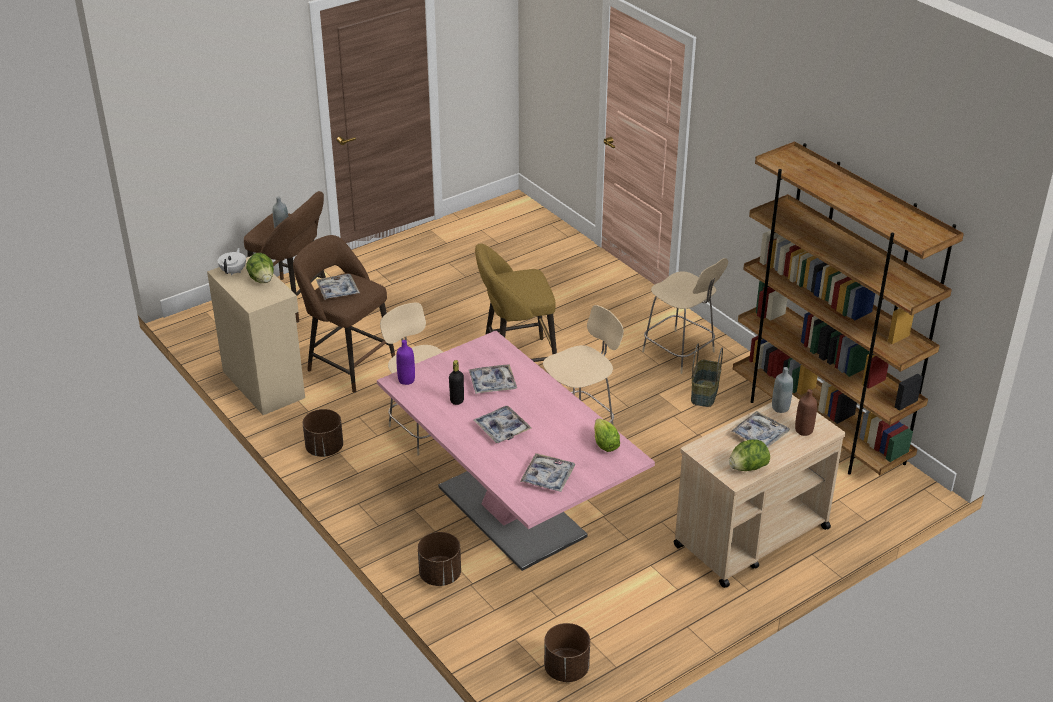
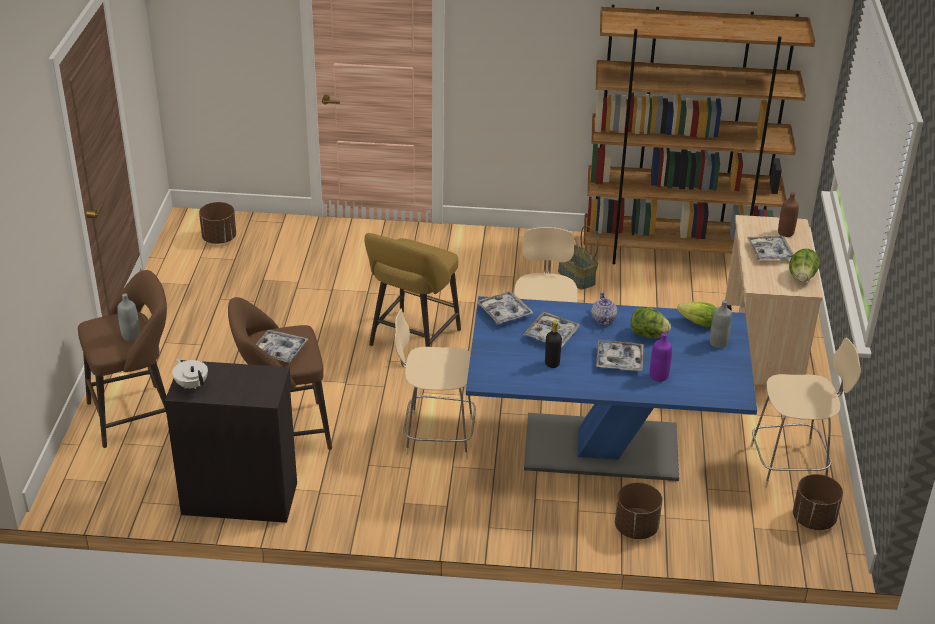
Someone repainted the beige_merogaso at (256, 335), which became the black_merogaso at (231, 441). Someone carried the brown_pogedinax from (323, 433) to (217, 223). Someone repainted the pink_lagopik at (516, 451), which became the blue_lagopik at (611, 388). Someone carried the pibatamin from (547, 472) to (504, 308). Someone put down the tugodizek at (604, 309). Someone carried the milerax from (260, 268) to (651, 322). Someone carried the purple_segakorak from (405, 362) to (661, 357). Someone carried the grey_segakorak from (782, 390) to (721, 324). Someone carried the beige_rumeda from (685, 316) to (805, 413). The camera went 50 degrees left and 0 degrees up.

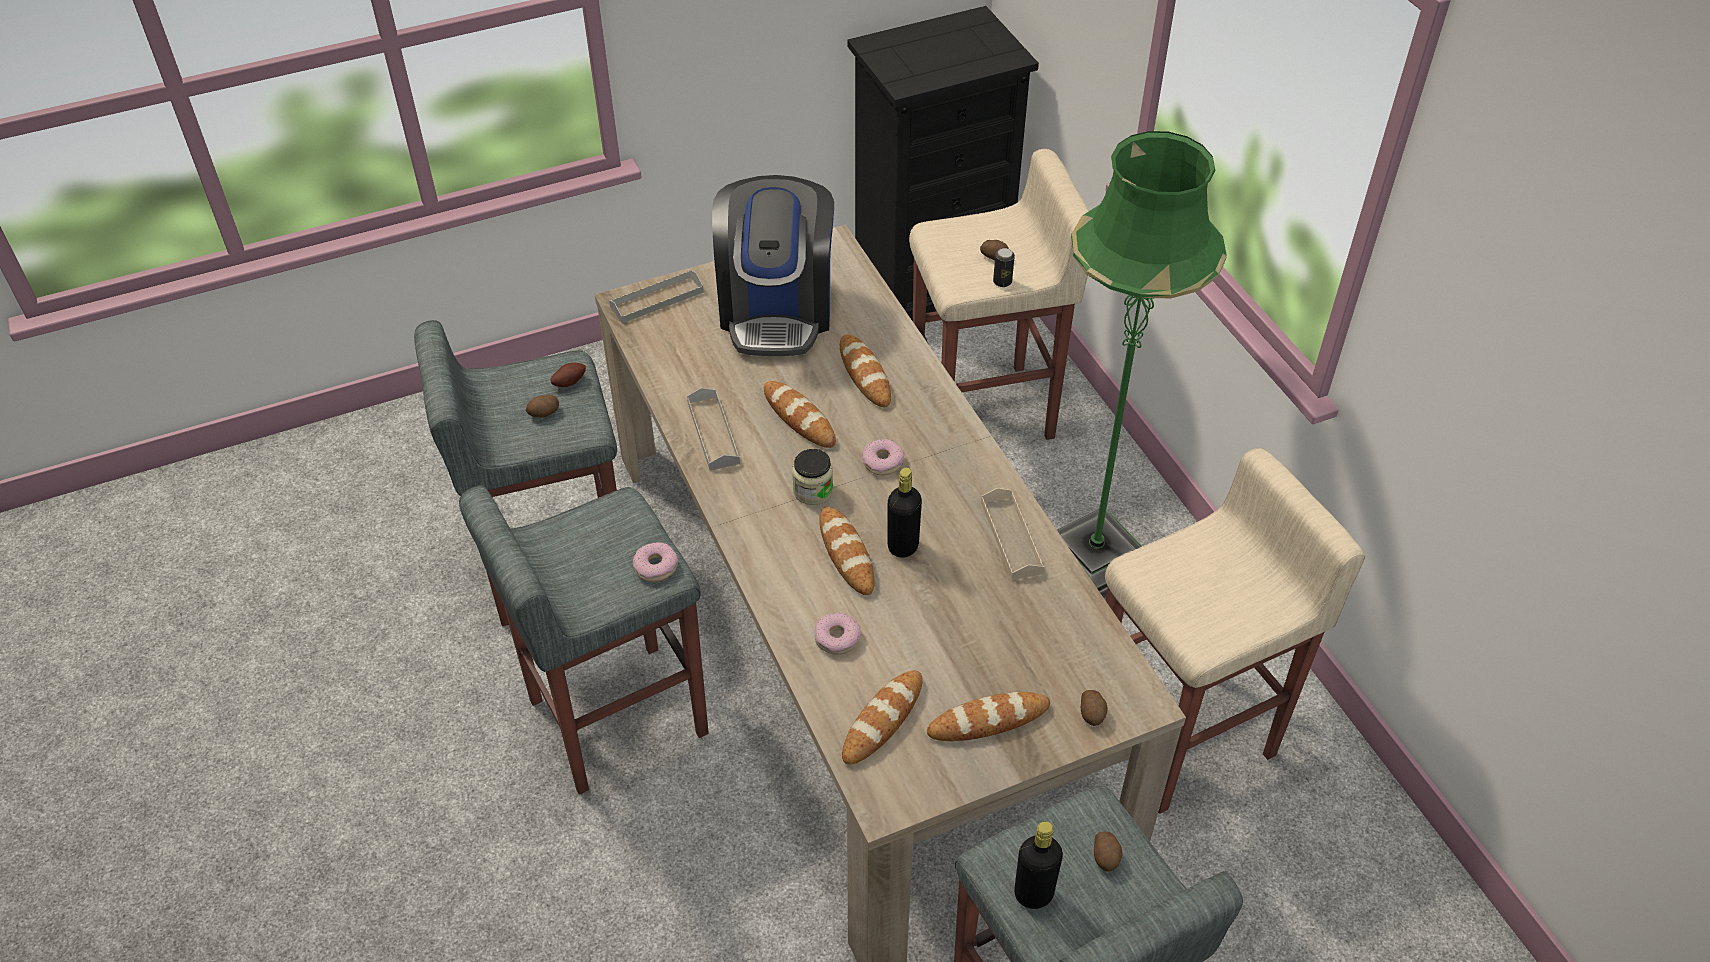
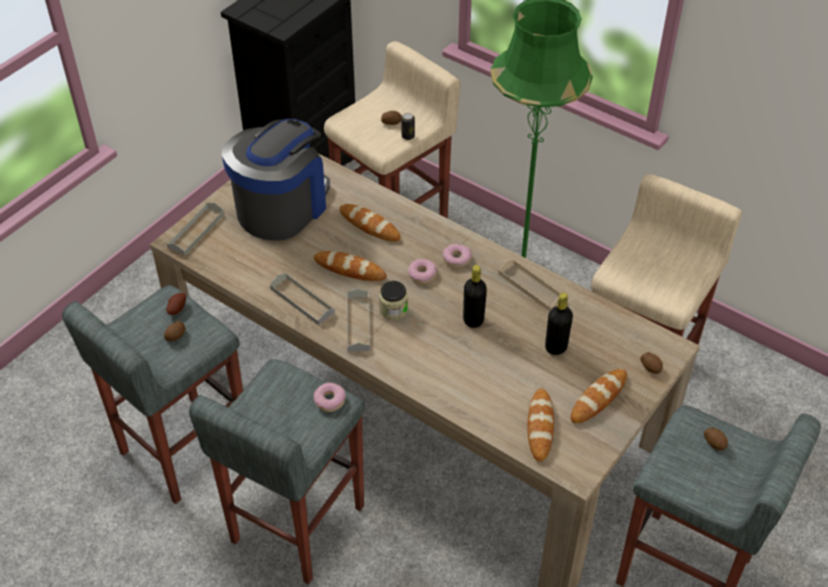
Someone rotated the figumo at (773, 265) by 120 degrees counterclockwise. Someone put down the grey_pibatamin at (358, 320). Someone carried the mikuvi from (838, 633) to (457, 256). Someone carried the black_segakorak from (1038, 865) to (559, 324). Someone took away the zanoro at (847, 551). The camera went 30 degrees left and 0 degrees up.

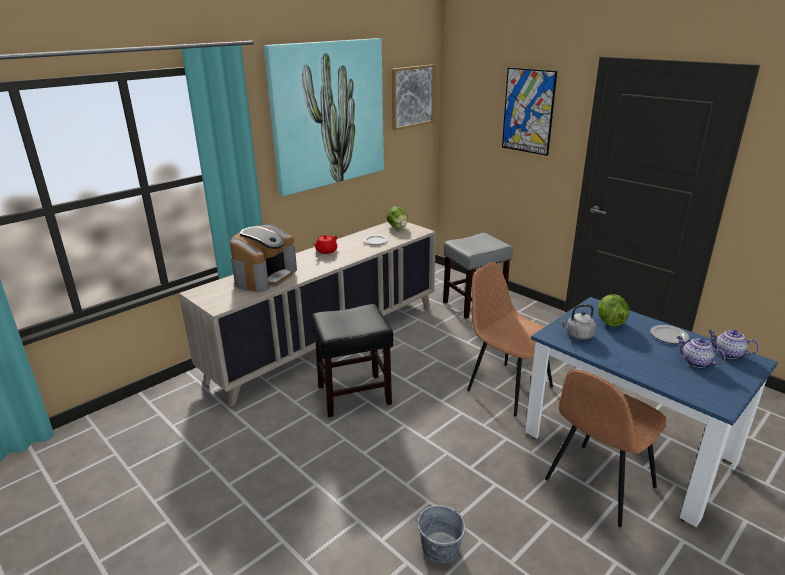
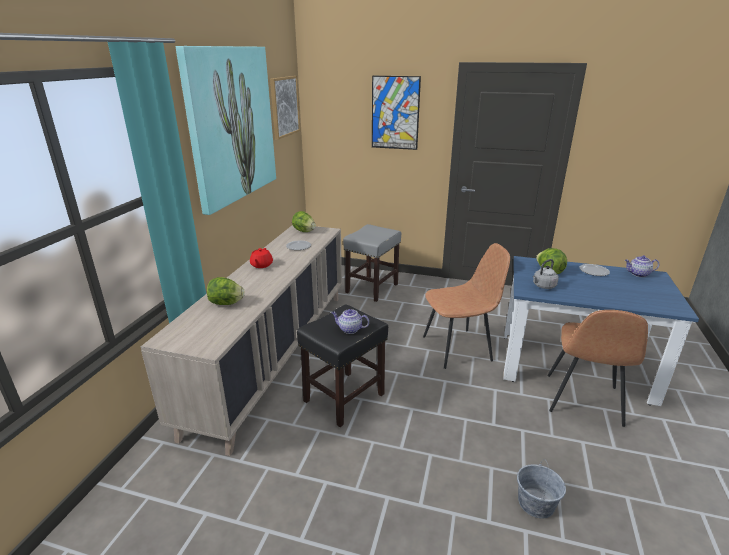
Someone swapped the figumo at (263, 258) for the milerax at (226, 291). Someone carried the tugodizek from (701, 352) to (350, 321). Someone rotated the brown_rumeda at (510, 339) by 150 degrees clockwise. The camera went 30 degrees left and 0 degrees up.

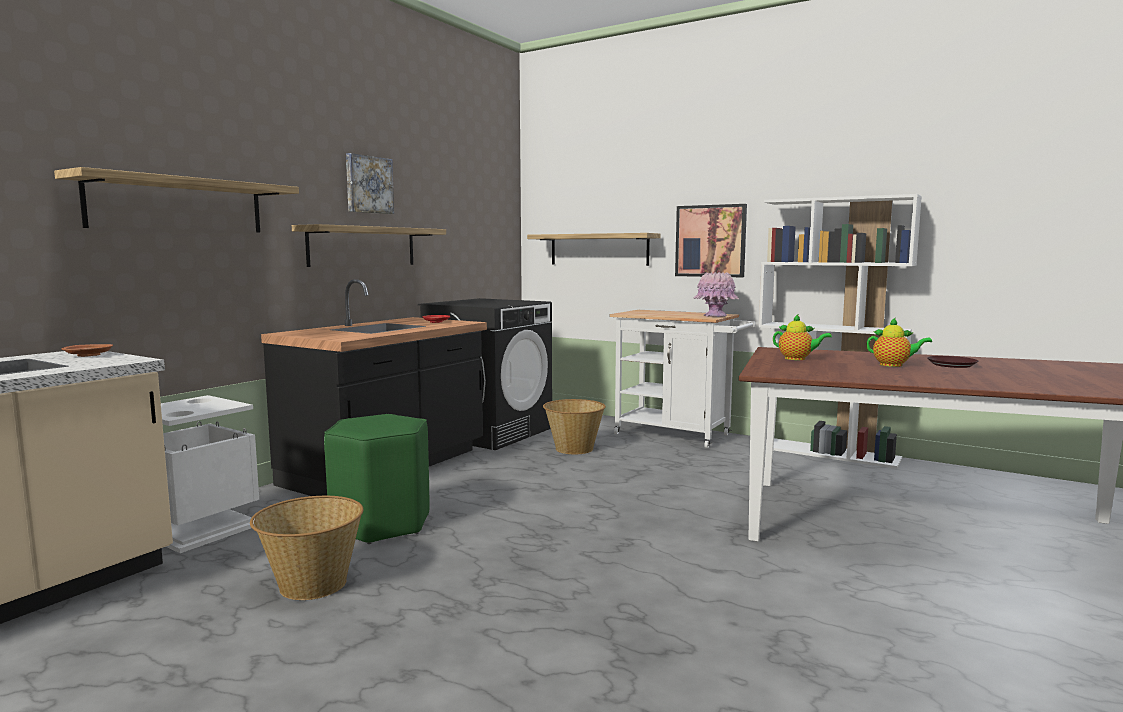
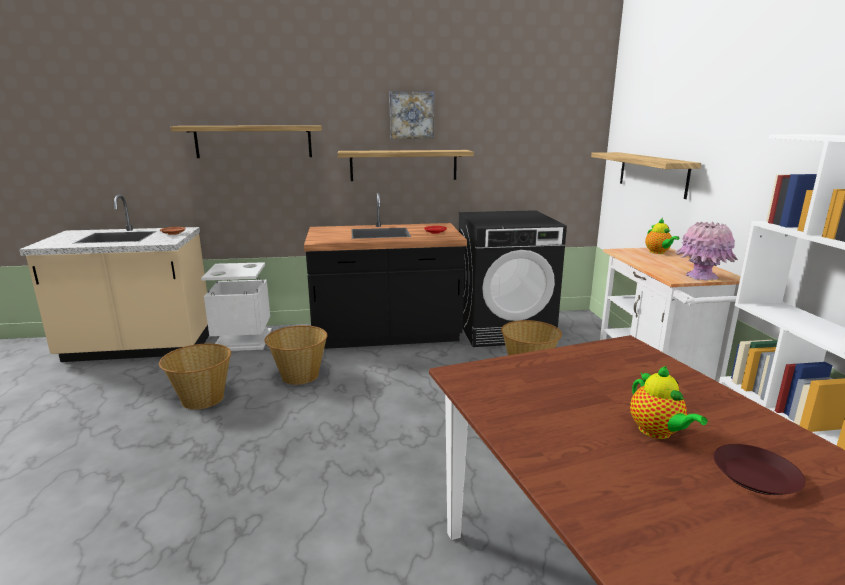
Someone swapped the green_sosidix at (377, 479) for the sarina at (296, 355). Someone carried the tugodizek from (802, 337) to (662, 236). Someone took away the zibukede at (711, 240). The camera went 50 degrees right and 10 degrees up.

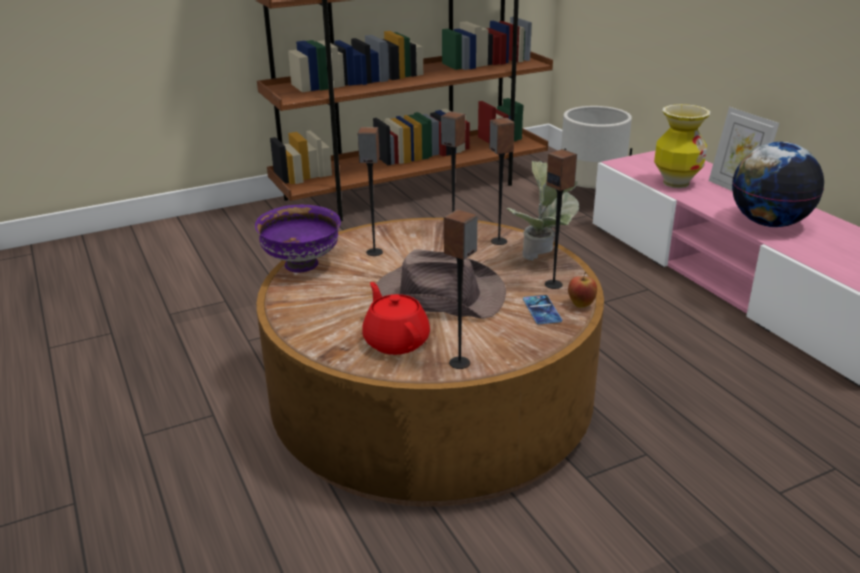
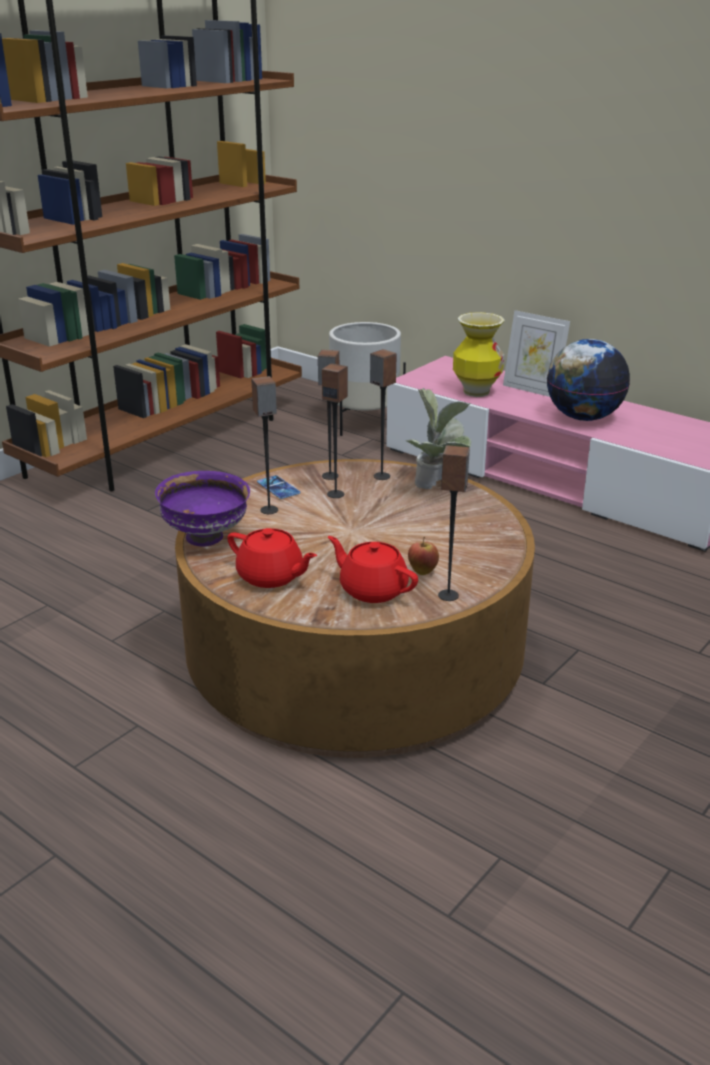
Someone put down the red_tugodizek at (272, 558). Someone carried the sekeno from (542, 309) to (278, 487). Someone carried the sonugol from (561, 219) to (335, 430). Someone carried the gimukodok from (582, 290) to (423, 556). Someone took away the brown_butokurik at (441, 284). The camera went 25 degrees left and 0 degrees up.

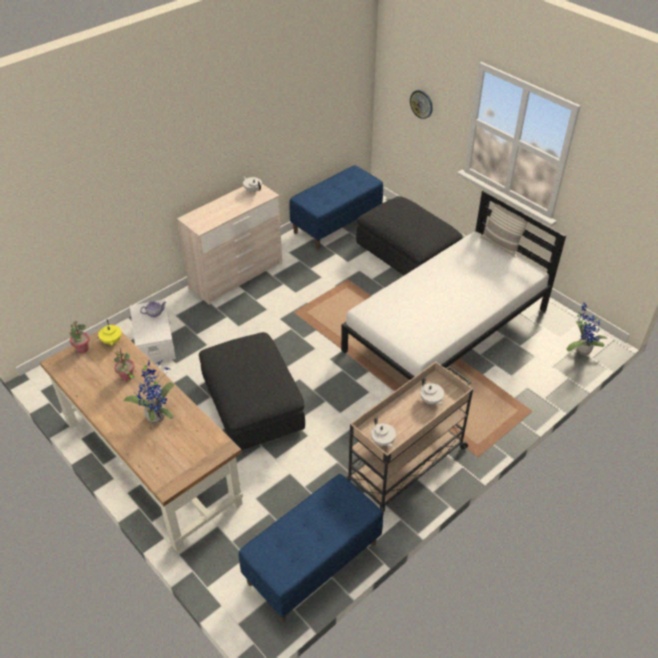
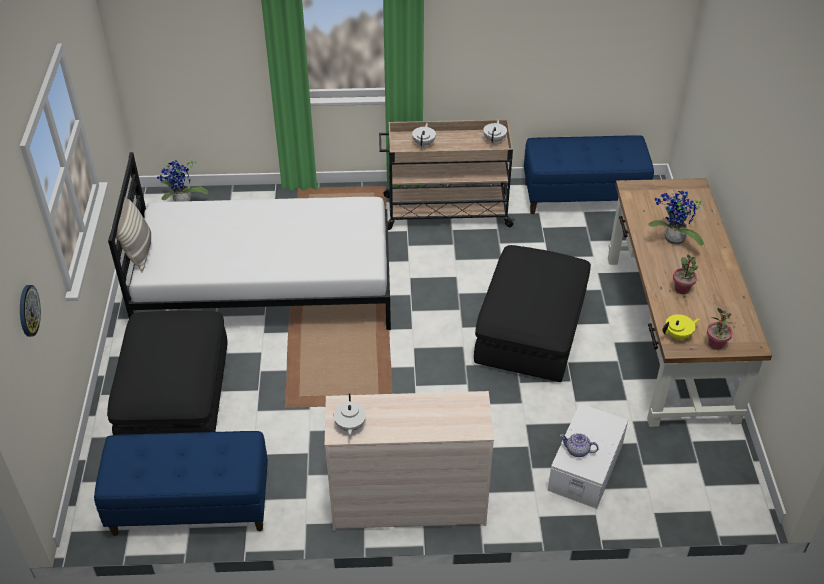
Someone rotated the yellow_tugodizek at (110, 332) by 45 degrees clockwise. The camera went 140 degrees left and 0 degrees up.

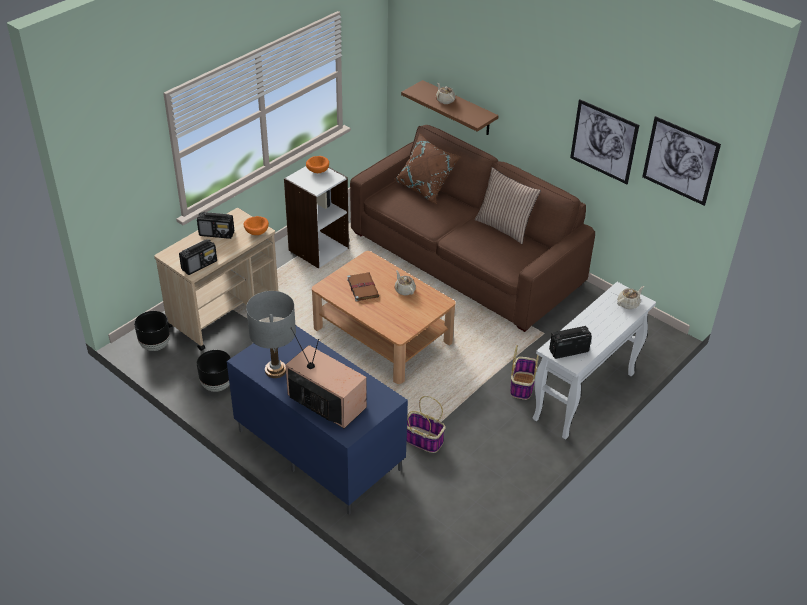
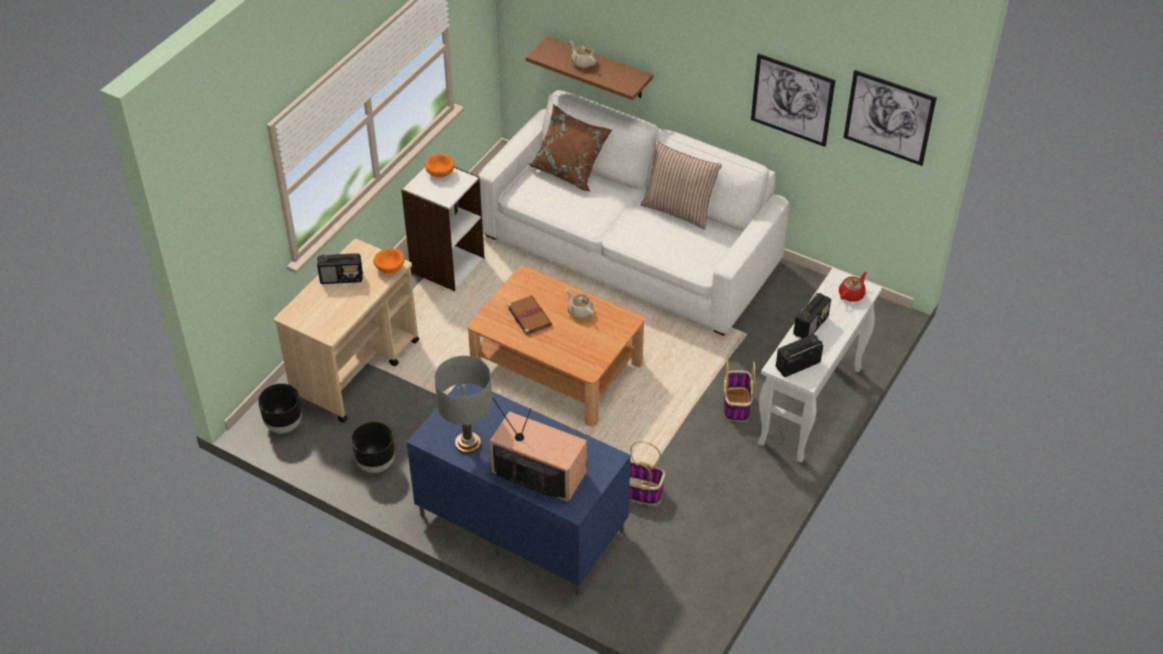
Someone repainted the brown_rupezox at (472, 228), which became the white_rupezox at (633, 213). Someone carried the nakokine from (198, 257) to (812, 315). Someone repainted the beige_tugodizek at (630, 297), which became the red_tugodizek at (853, 286). The camera went 10 degrees left and 5 degrees up.

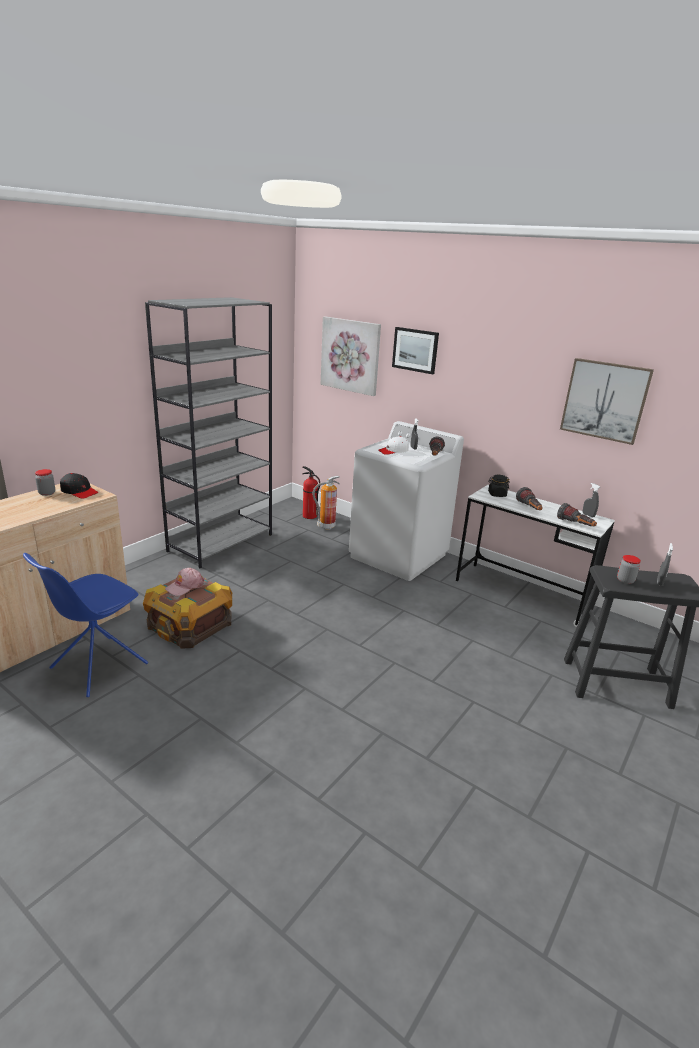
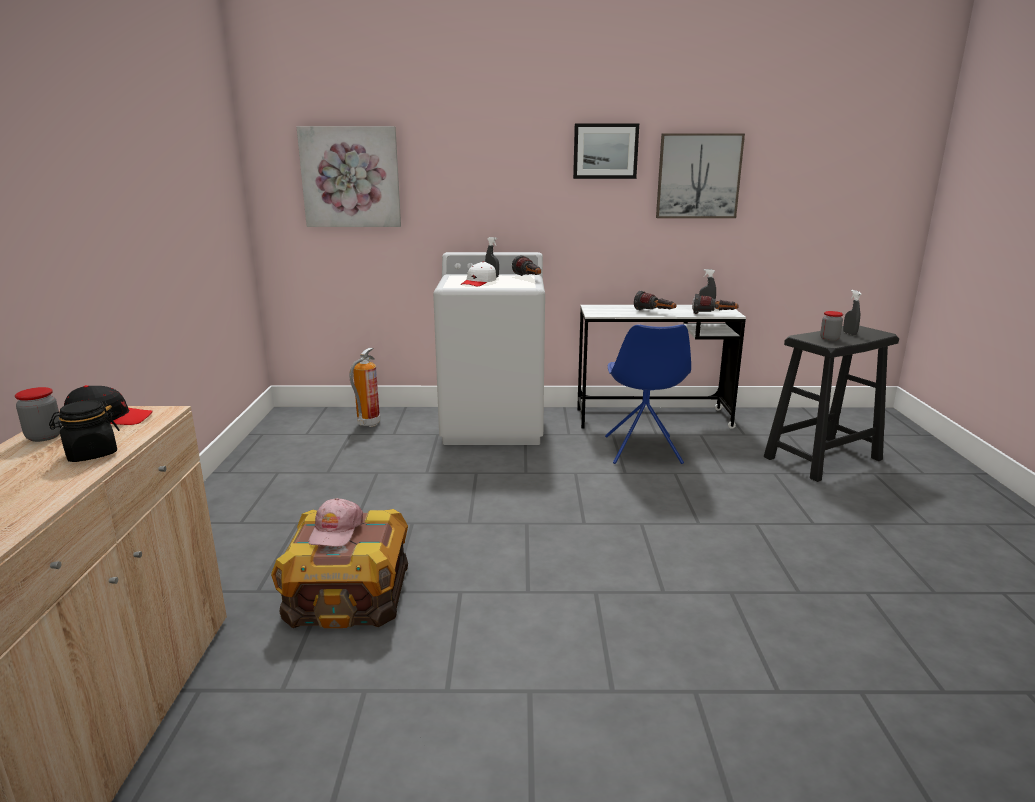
Someone carried the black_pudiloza from (499, 486) to (84, 431). Someone carried the zibukede from (415, 350) to (606, 151). Someone carried the blue_rumeda from (85, 625) to (648, 394). Someone took away the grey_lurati at (208, 432). Someone took away the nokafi at (311, 492). The camera went 35 degrees left and 5 degrees down.

